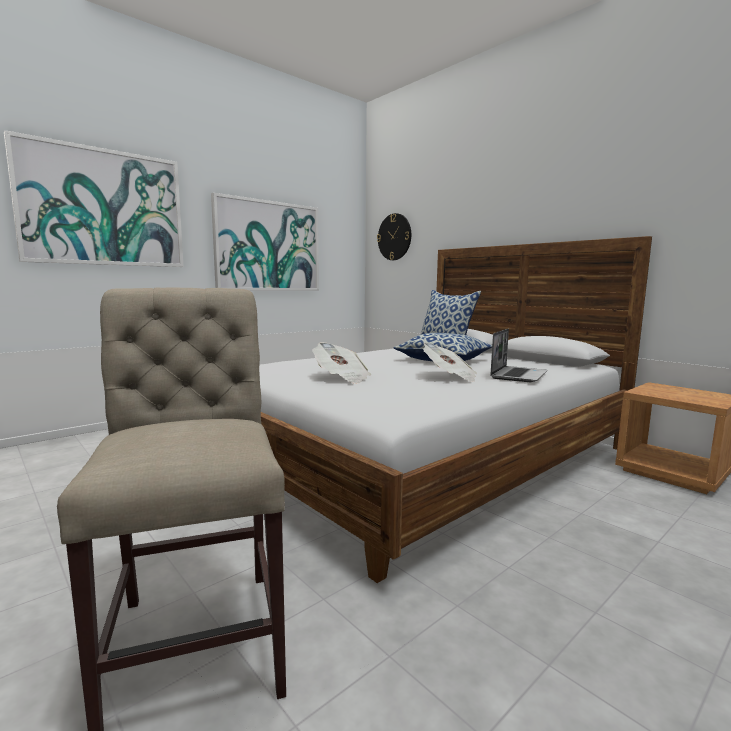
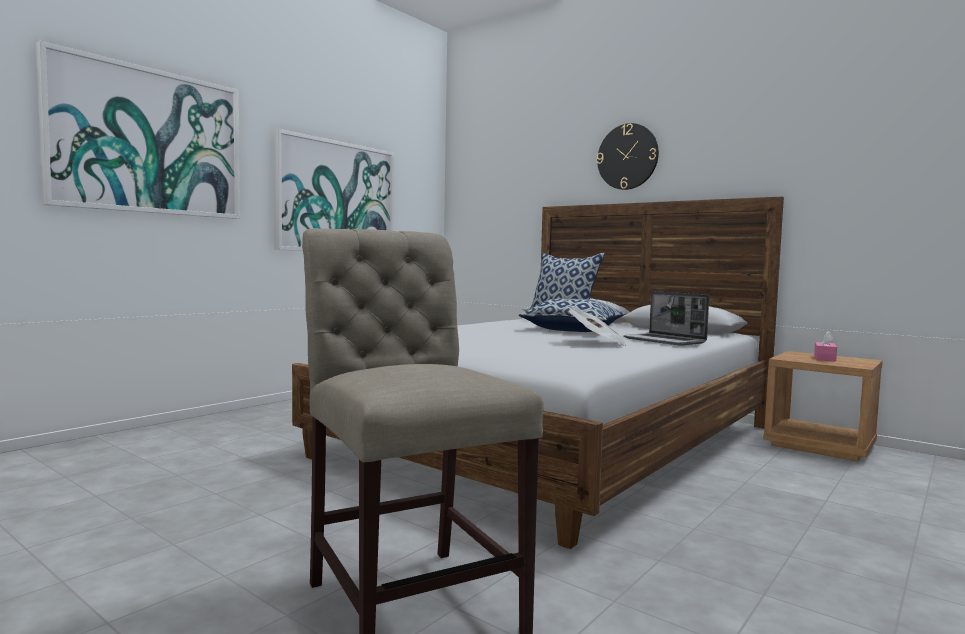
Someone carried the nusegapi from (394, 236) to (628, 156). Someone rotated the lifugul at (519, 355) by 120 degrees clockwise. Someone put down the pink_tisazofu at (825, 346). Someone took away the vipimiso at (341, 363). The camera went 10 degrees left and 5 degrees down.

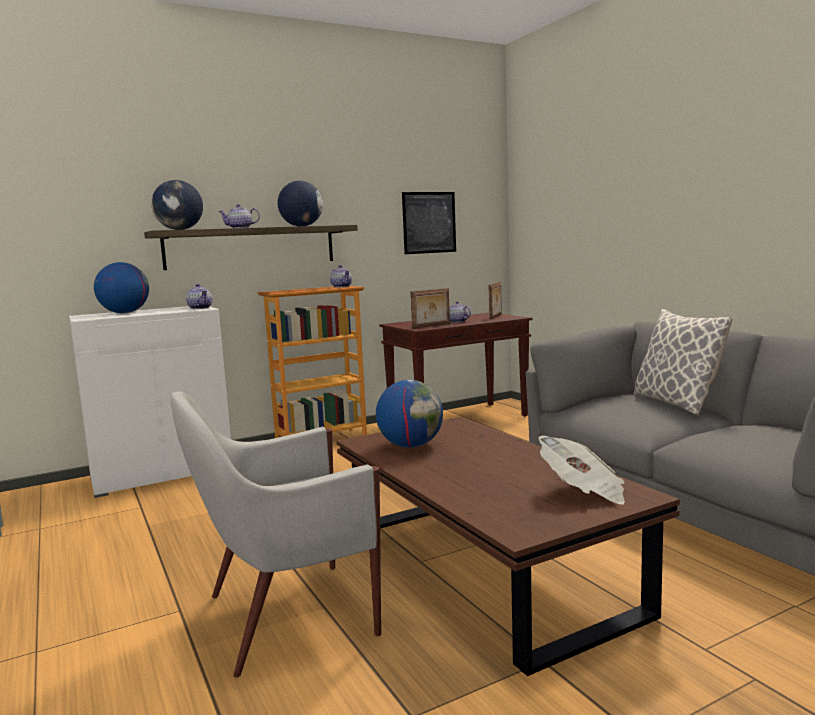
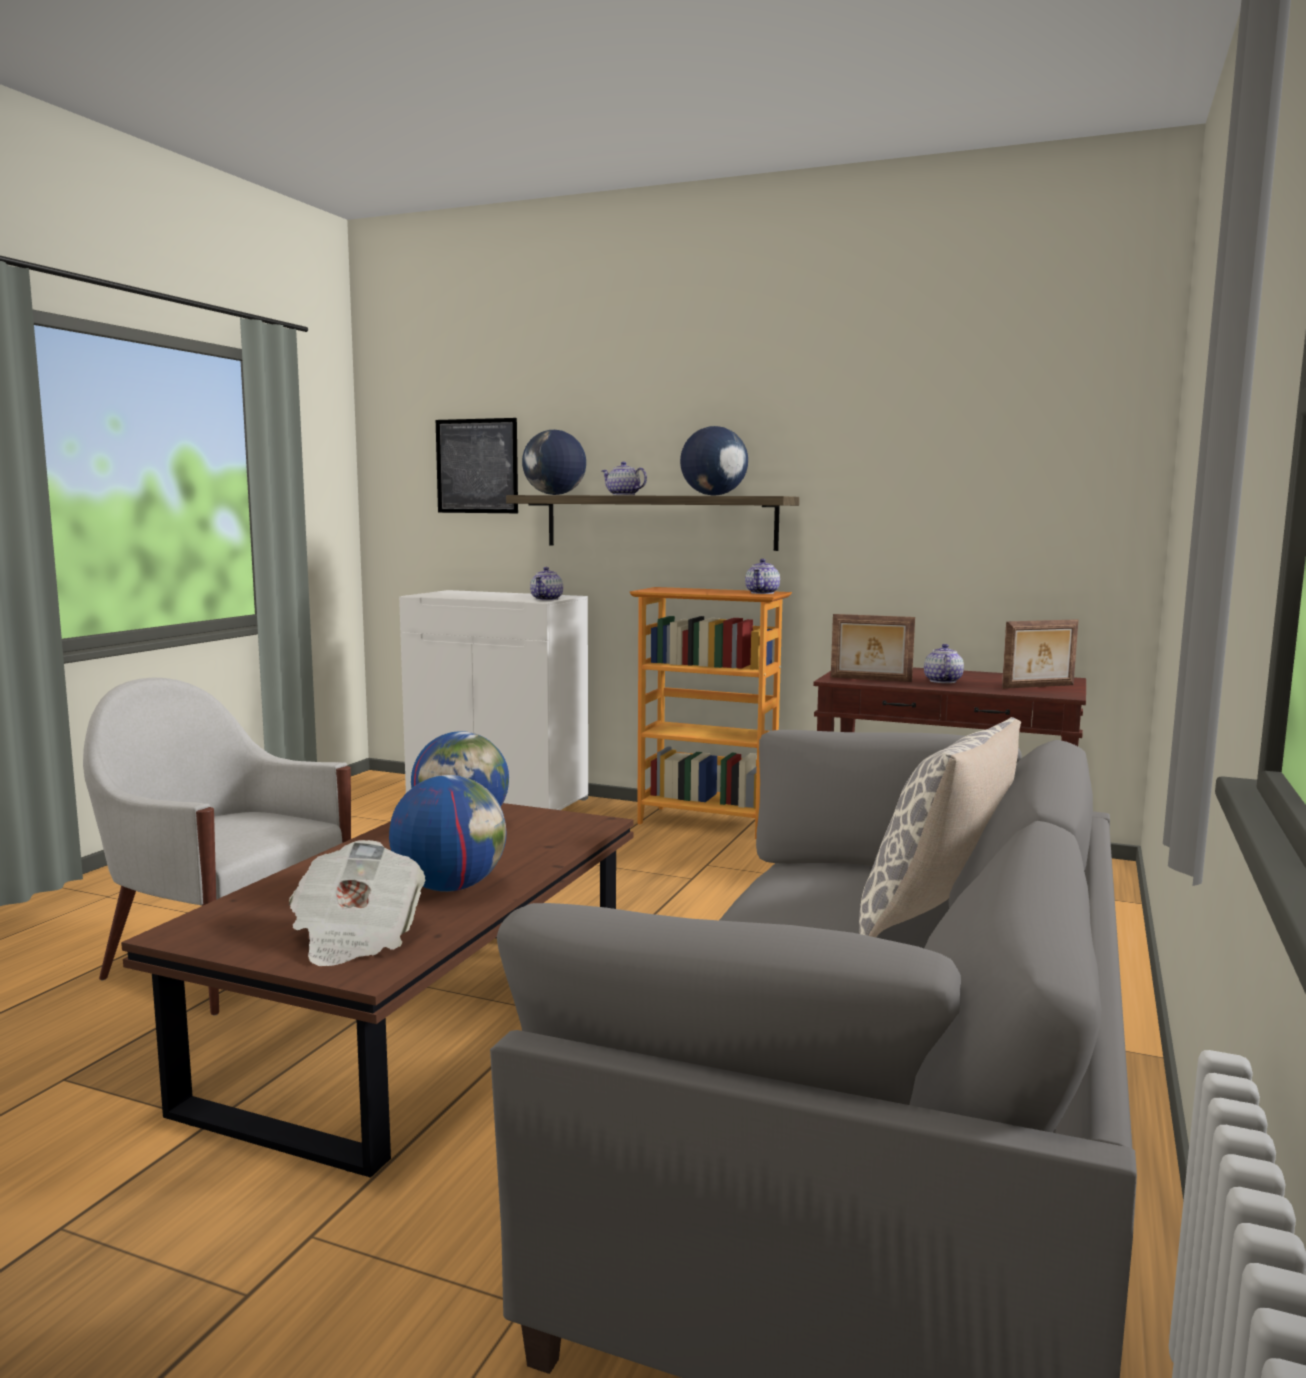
Someone carried the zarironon from (121, 287) to (447, 833). Someone carried the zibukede from (429, 223) to (477, 465). The camera went 50 degrees right and 0 degrees up.

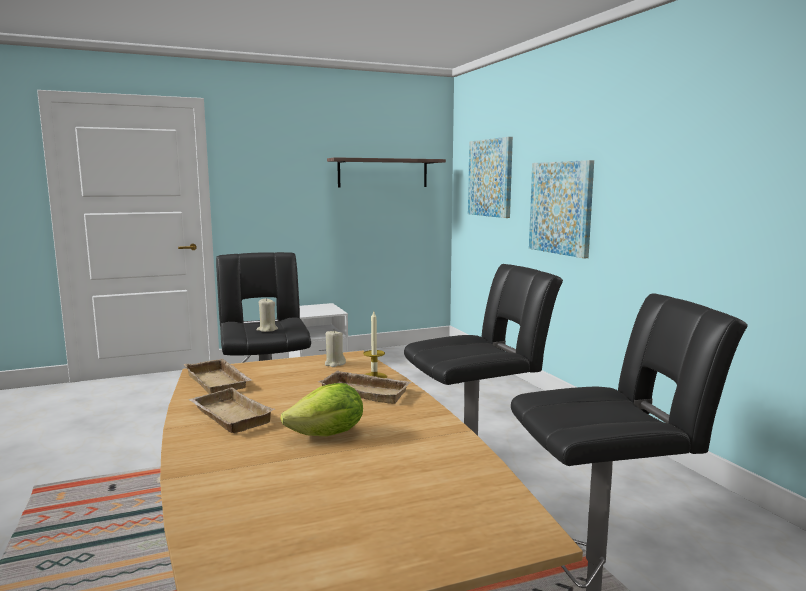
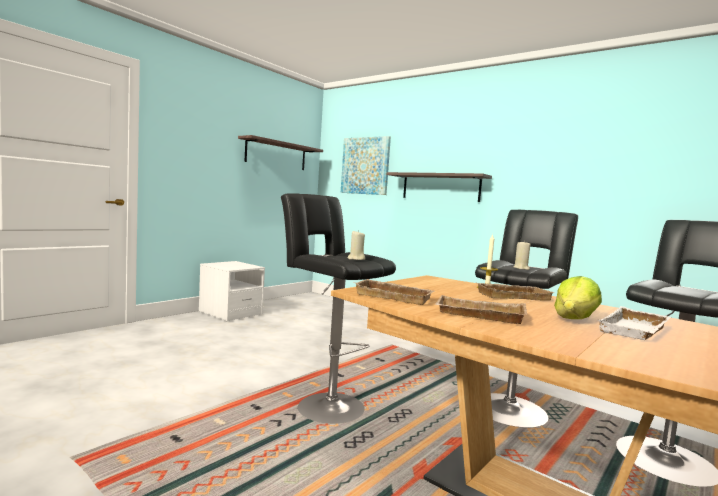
Someone swapped the zibukede at (561, 209) for the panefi at (439, 187). Someone carried the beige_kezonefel from (335, 348) to (521, 255). Someone put down the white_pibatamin at (635, 323). The camera went 30 degrees left and 5 degrees down.

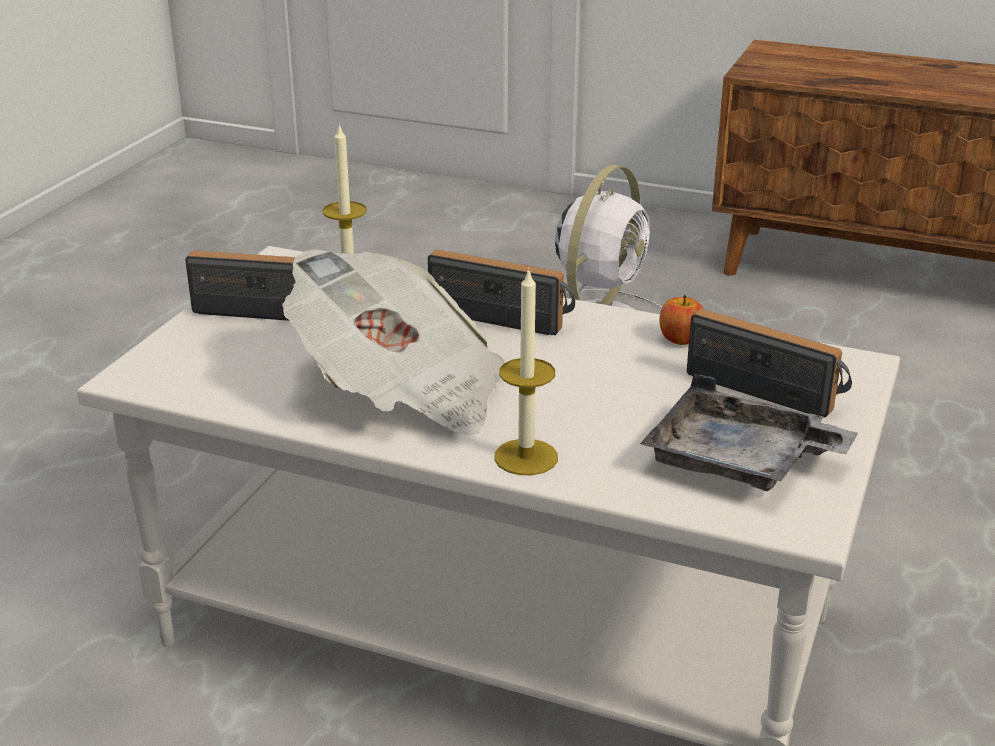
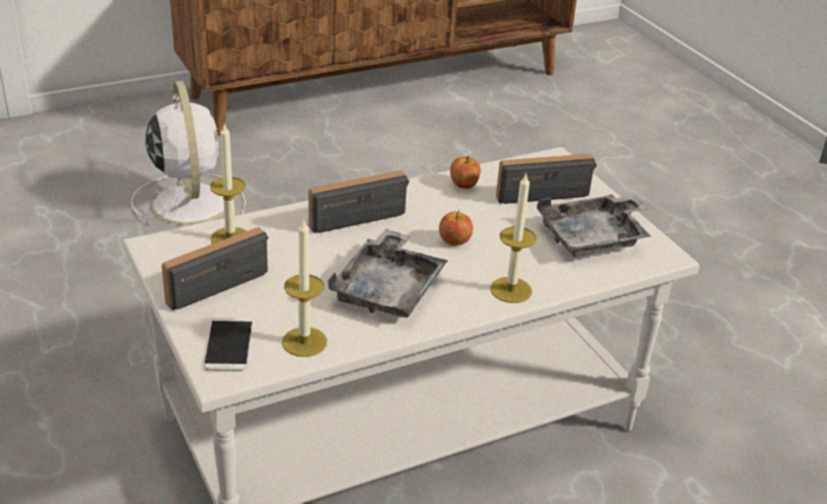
Someone put down the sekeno at (228, 344). Someone put down the kezonefel at (304, 287). Someone swapped the vipimiso at (393, 342) for the grey_pibatamin at (387, 273). Someone put down the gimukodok at (456, 228). The camera went 50 degrees left and 5 degrees up.

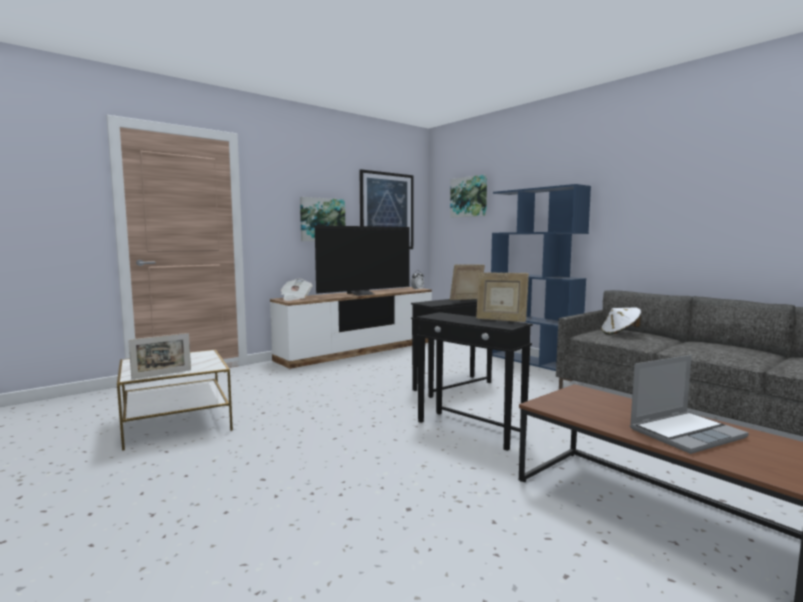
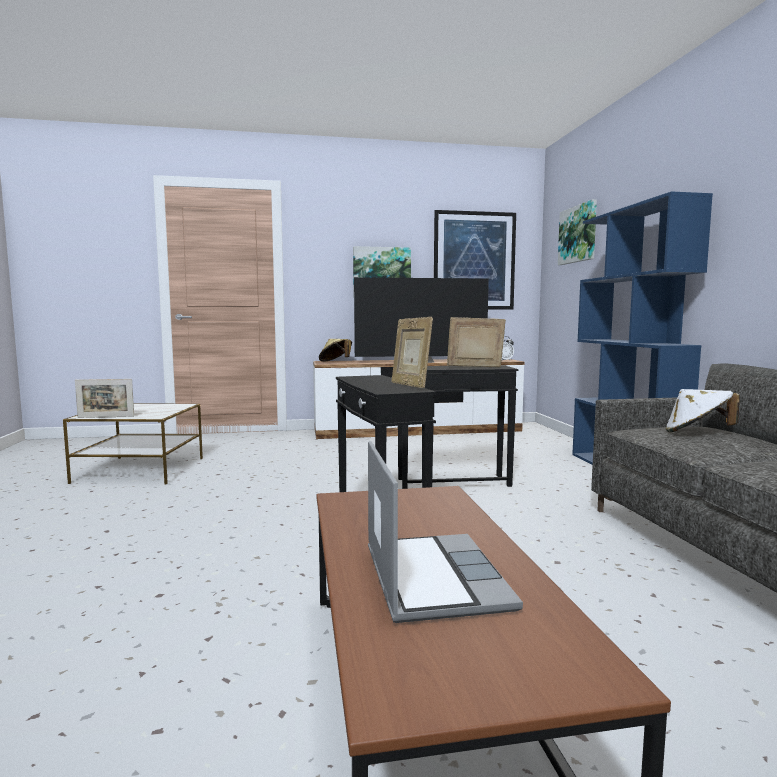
Someone swapped the vipimiso at (297, 290) for the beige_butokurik at (335, 350). Someone rotated the lifugul at (689, 404) by 105 degrees counterclockwise. The camera went 30 degrees right and 0 degrees up.

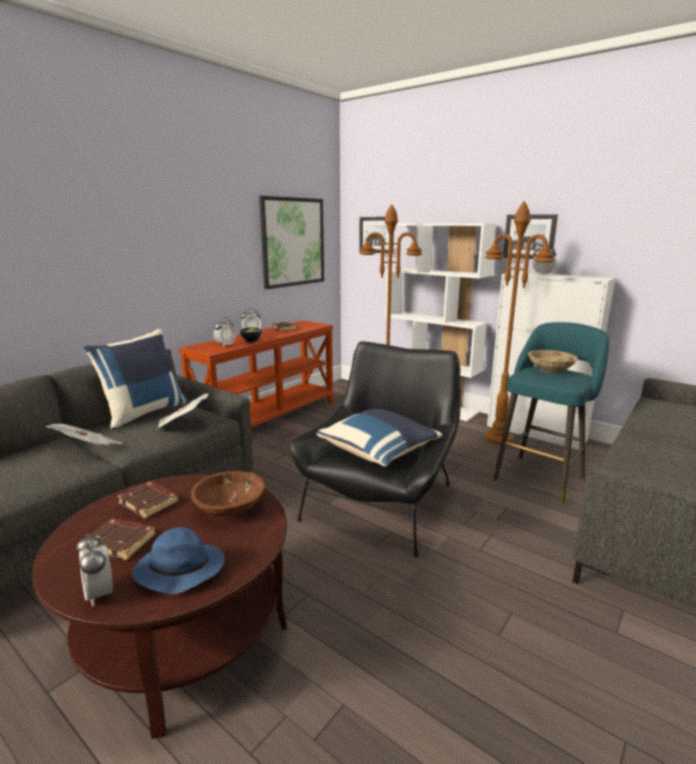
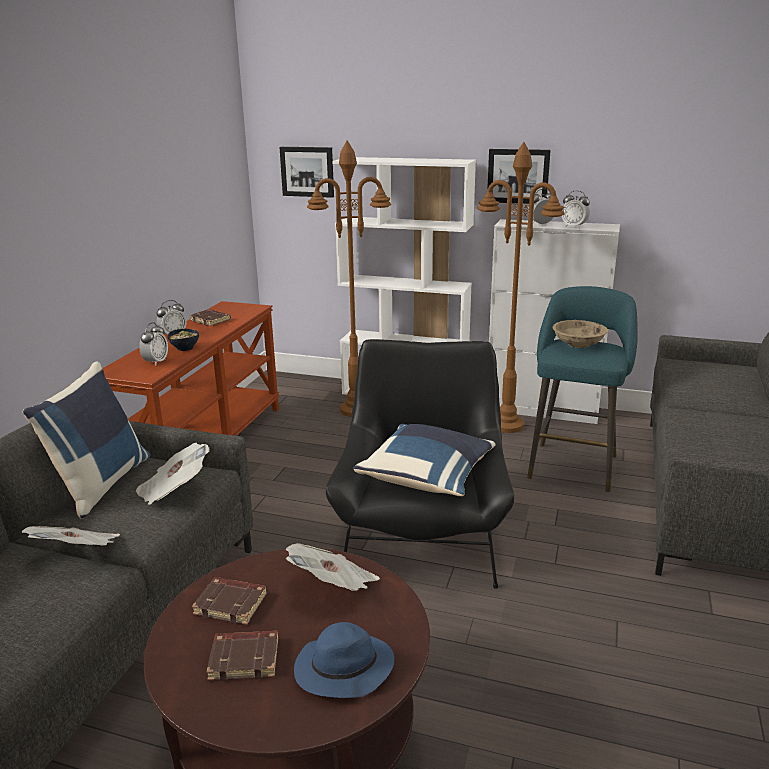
Someone swapped the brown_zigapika at (228, 493) for the vipimiso at (333, 567). Someone carried the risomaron from (94, 569) to (576, 210). Someone took away the zibukede at (291, 242). The camera went 20 degrees left and 5 degrees up.

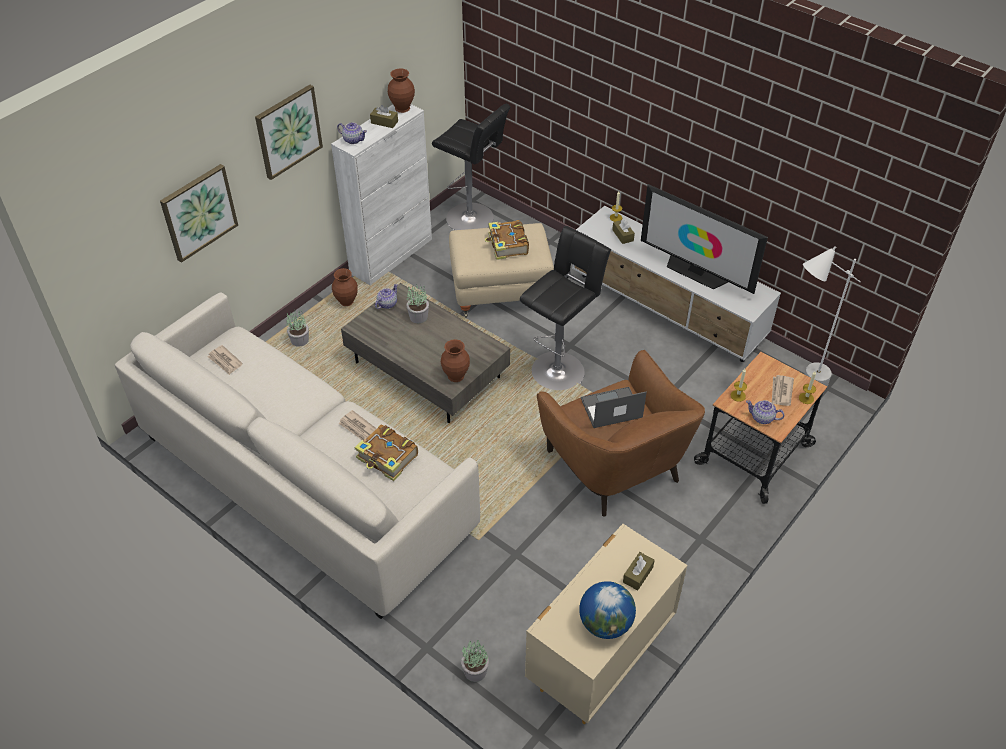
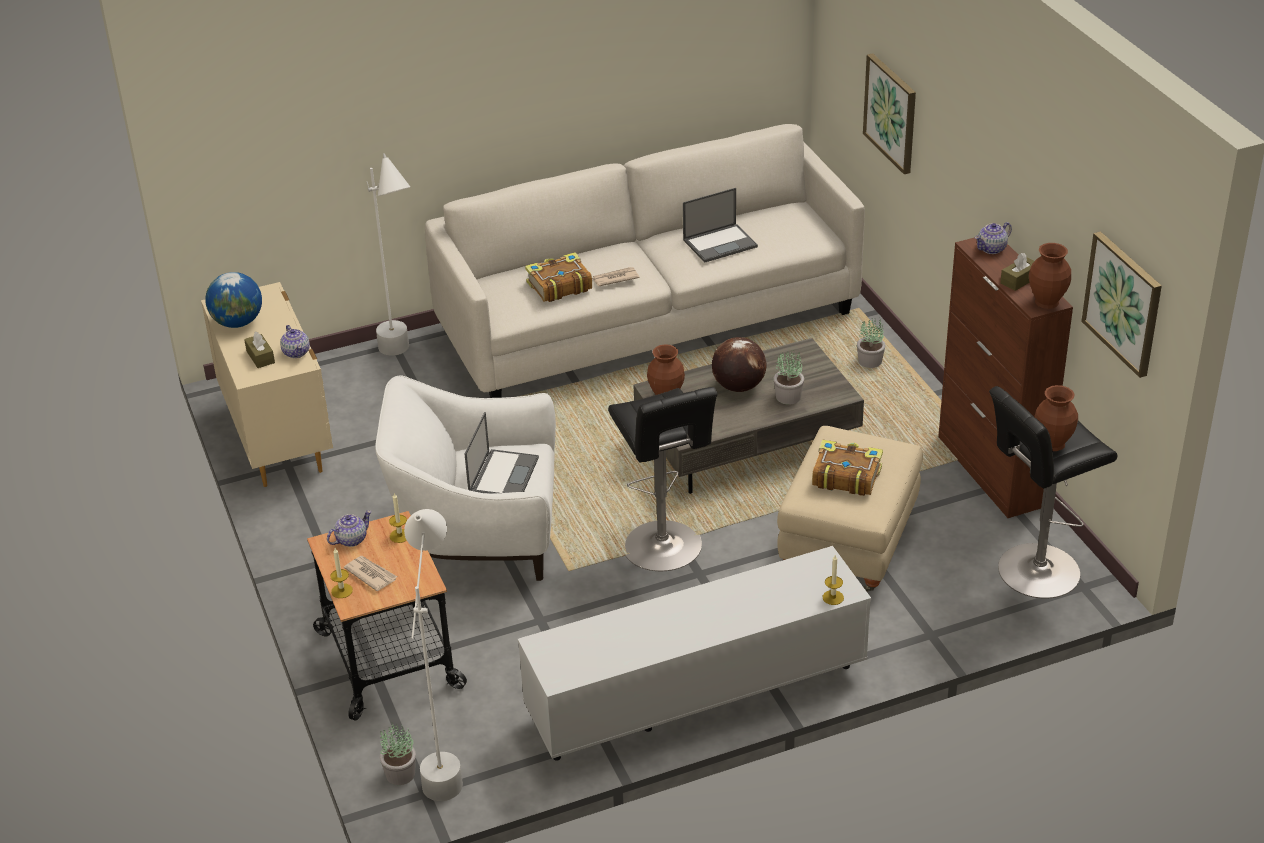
Someone carried the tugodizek from (386, 296) to (295, 341). Someone put down the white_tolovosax at (388, 254). Someone repainted the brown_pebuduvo at (621, 433), which became the white_pebuduvo at (465, 478). Someone carried the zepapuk from (475, 661) to (398, 754). Someone put down the lifugul at (720, 225). Someone put down the zarironon at (739, 364). Someone repainted the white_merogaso at (381, 194), which became the brown_merogaso at (1005, 378). Someone carried the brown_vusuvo from (345, 287) to (1056, 418). Someone carried the zibukede from (289, 132) to (1121, 304). Someone took away the vipimiso at (225, 360). Someone took away the brown_tisazofu at (623, 231). Someone took away the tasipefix at (704, 239). The camera went 120 degrees right and 10 degrees down.

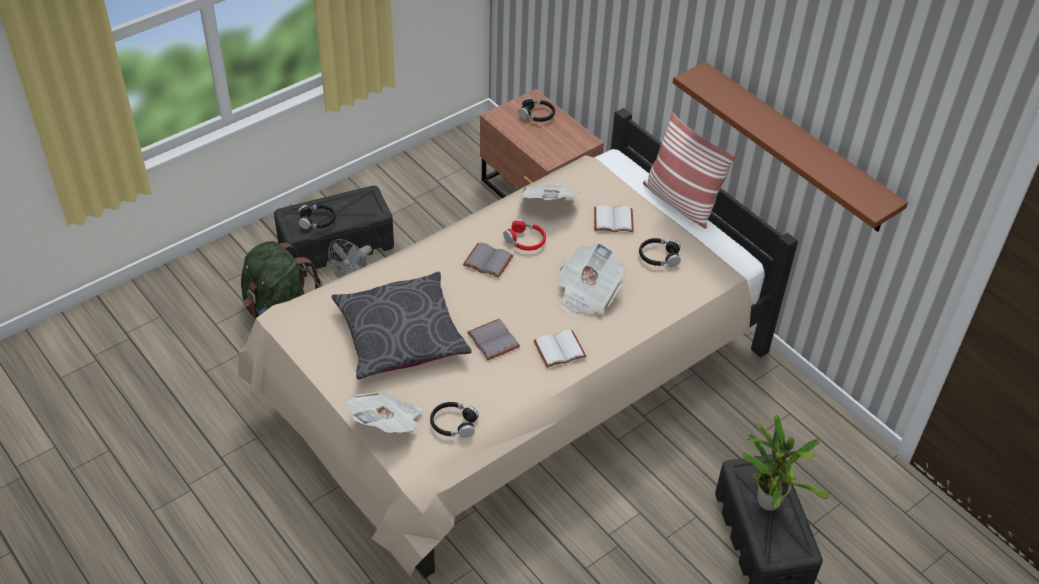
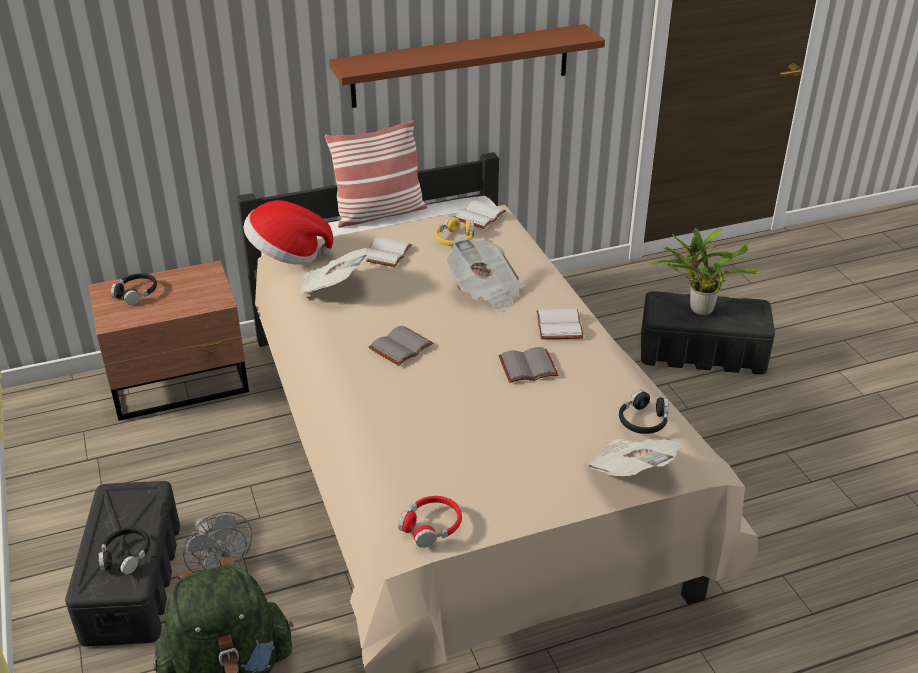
Someone put down the butokurik at (288, 232). Someone carried the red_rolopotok from (524, 235) to (430, 522). Someone repainted the black_rolopotok at (660, 252), which became the yellow_rolopotok at (454, 231). Someone put down the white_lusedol at (480, 214). Someone took away the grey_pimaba at (402, 325). The camera went 70 degrees left and 10 degrees down.

